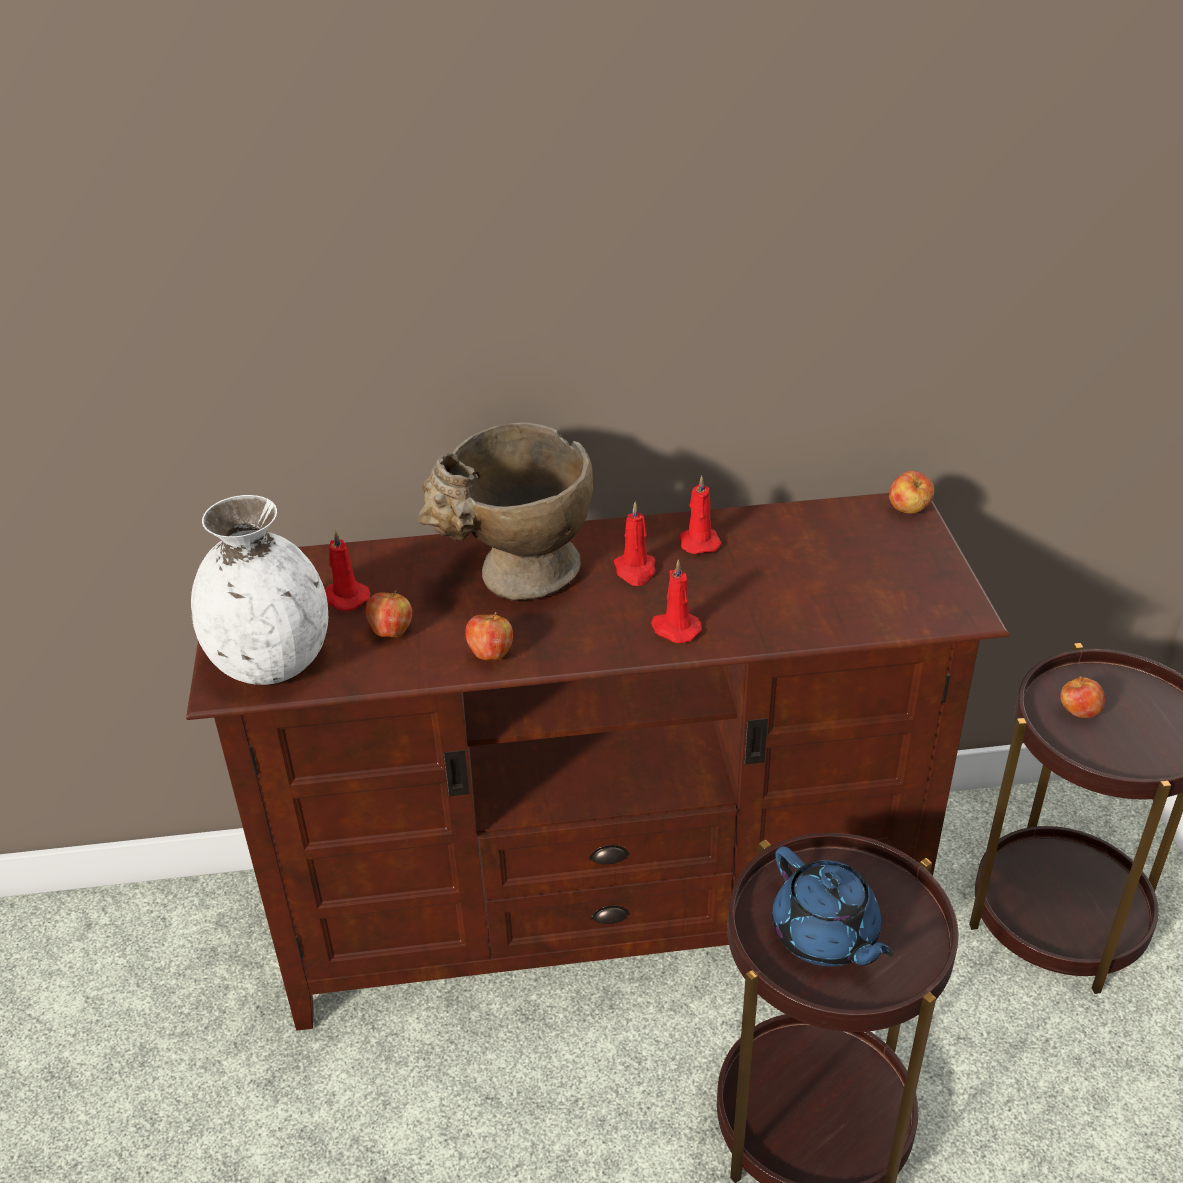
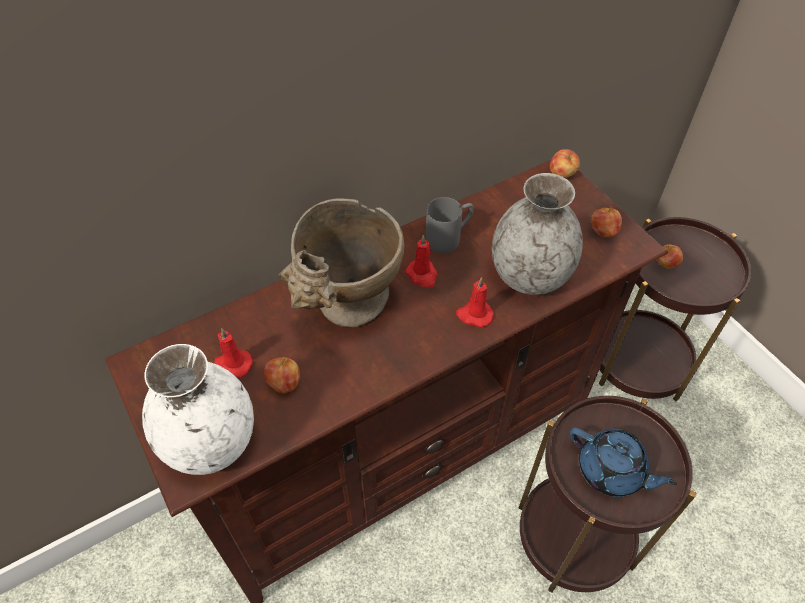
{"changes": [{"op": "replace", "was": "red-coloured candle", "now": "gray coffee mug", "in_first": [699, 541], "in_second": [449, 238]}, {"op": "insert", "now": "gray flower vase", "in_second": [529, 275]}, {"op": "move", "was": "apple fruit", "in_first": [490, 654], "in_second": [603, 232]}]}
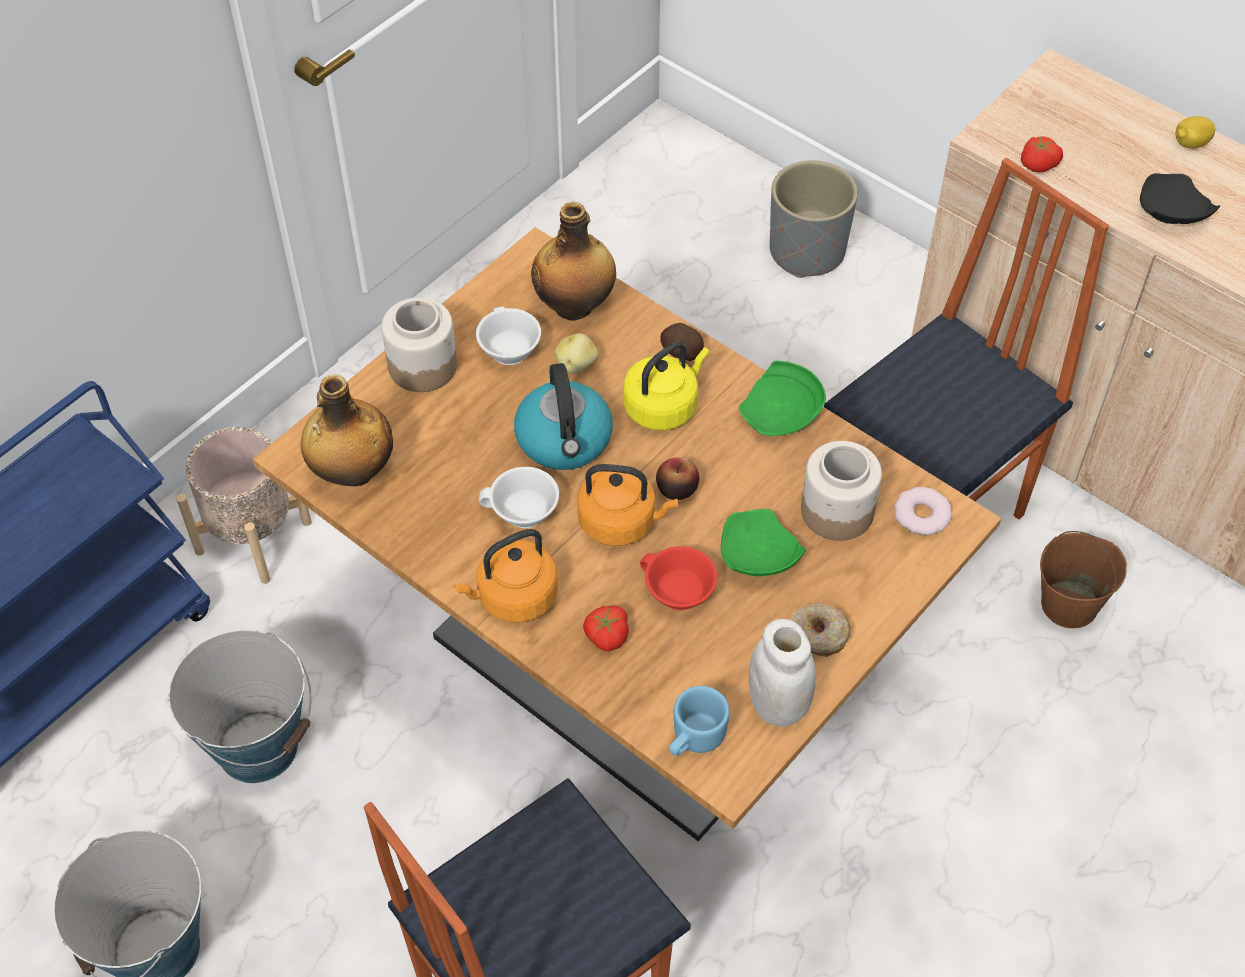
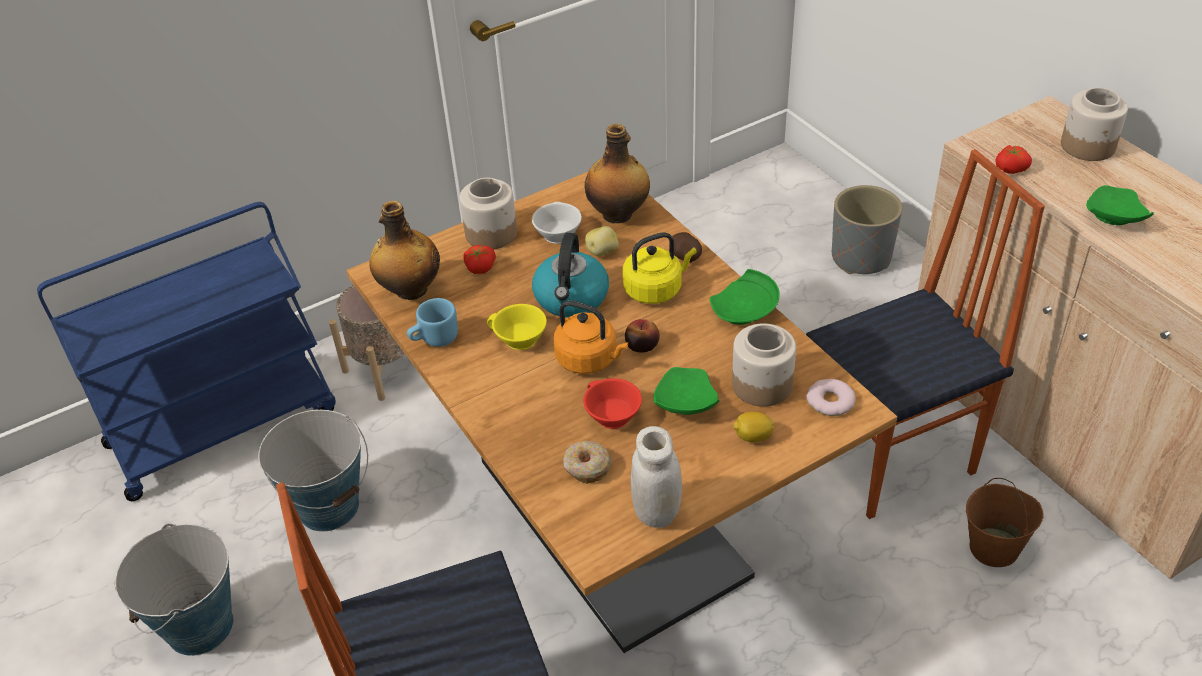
{"changes": [{"op": "move", "was": "blue-coloured coffee mug", "in_first": [693, 739], "in_second": [434, 339]}, {"op": "move", "was": "tomato", "in_first": [606, 635], "in_second": [479, 267]}, {"op": "recolor", "was": "whitish cup", "now": "yellow cup", "in_first": [522, 514], "in_second": [518, 340]}, {"op": "move", "was": "ring doughnut", "in_first": [818, 635], "in_second": [587, 467]}, {"op": "move", "was": "citrus fruit", "in_first": [1190, 144], "in_second": [752, 437]}, {"op": "insert", "now": "preserve jar", "in_second": [1088, 146]}, {"op": "recolor", "was": "black flat dish", "now": "green-coloured flat dish", "in_first": [1170, 213], "in_second": [1113, 217]}, {"op": "delete", "was": "orange tea kettle", "in_first": [513, 598]}]}
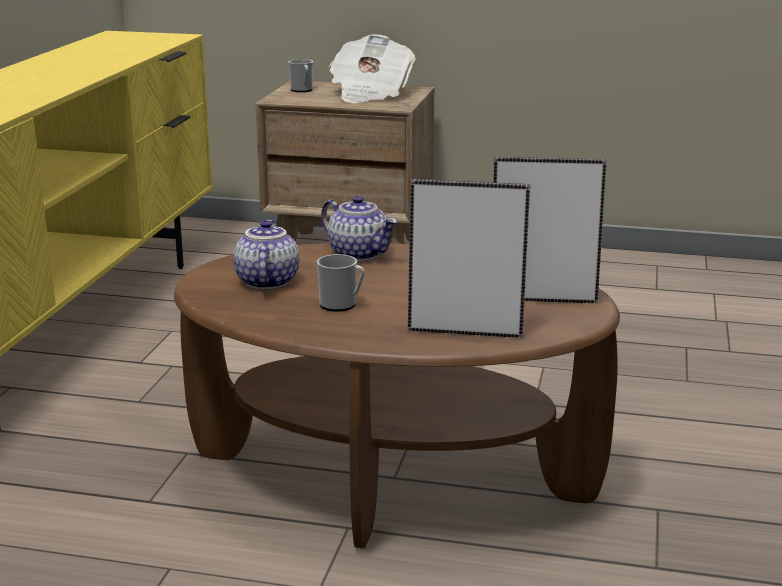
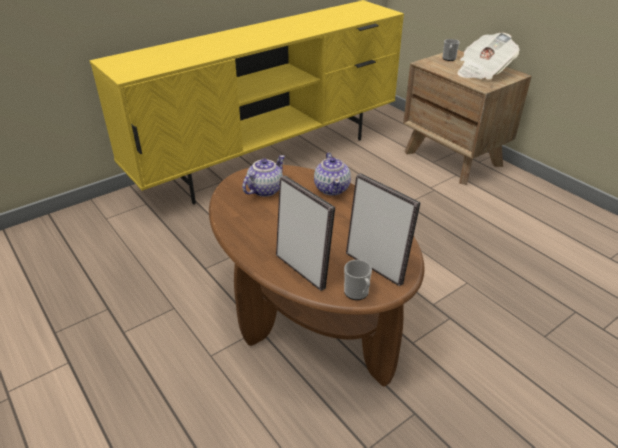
{"changes": [{"op": "move", "was": "coffee mug", "in_first": [342, 305], "in_second": [358, 293]}]}
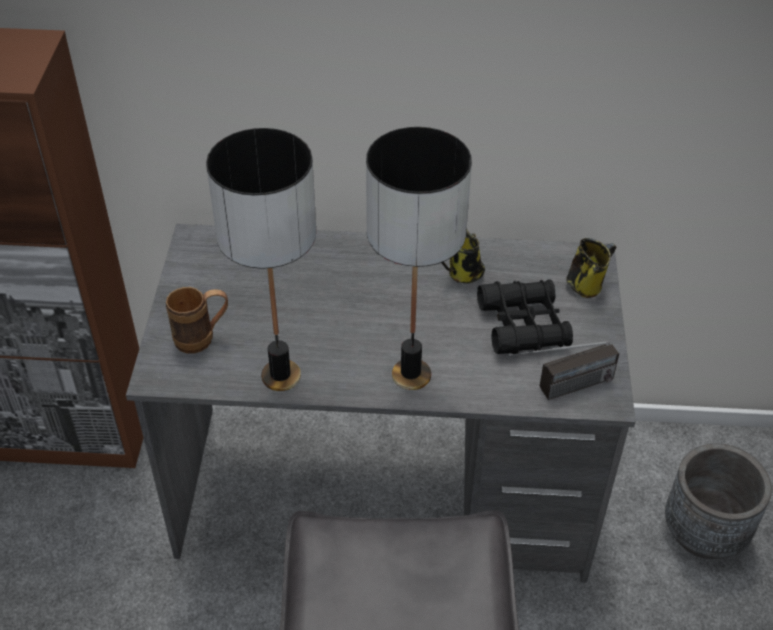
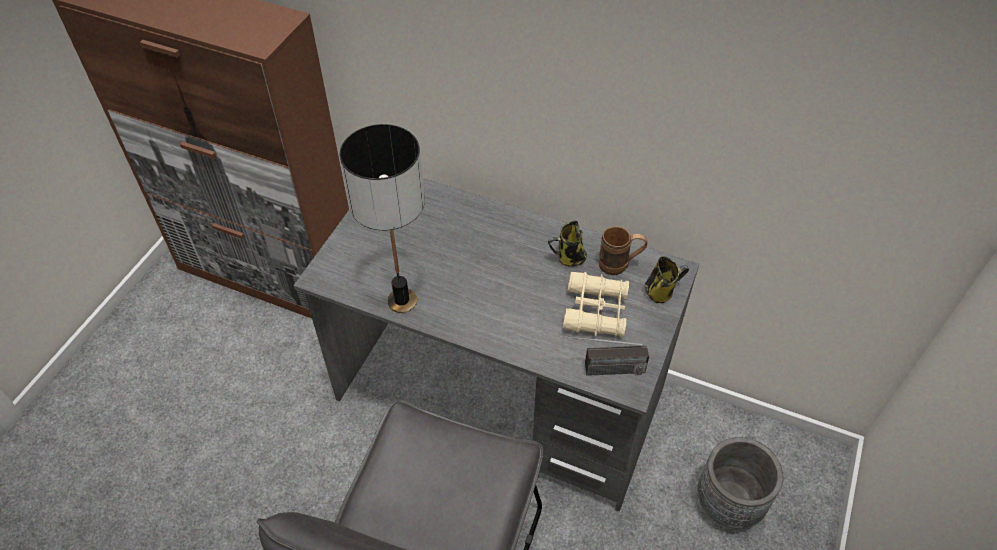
{"changes": [{"op": "recolor", "was": "black field glasses", "now": "beige-coloured field glasses", "in_first": [523, 325], "in_second": [596, 311]}, {"op": "move", "was": "brownish coffee mug", "in_first": [203, 338], "in_second": [619, 265]}, {"op": "delete", "was": "tabletop lamp", "in_first": [411, 374]}]}
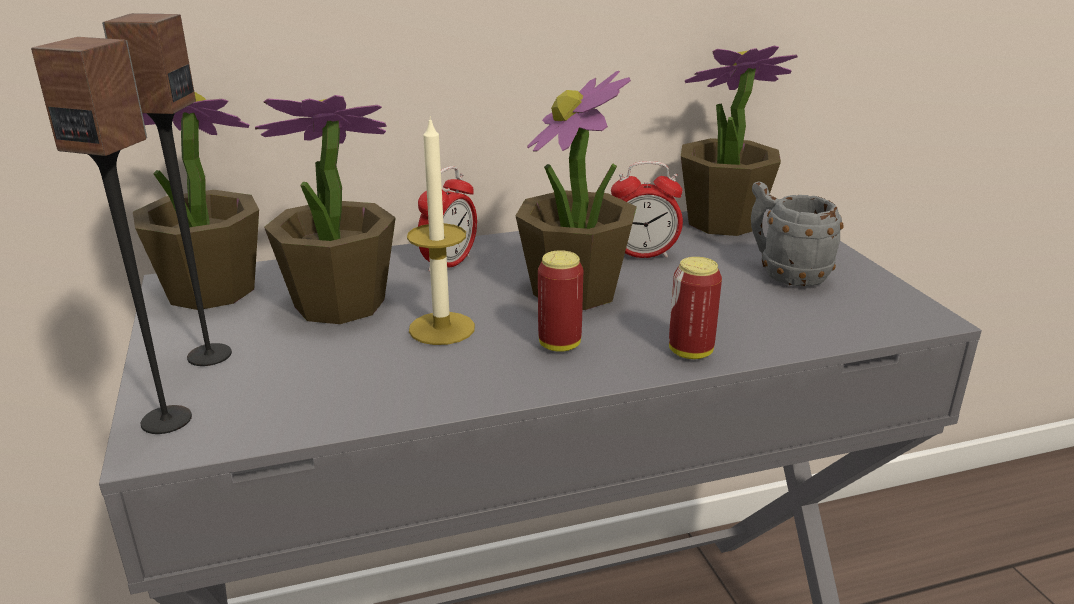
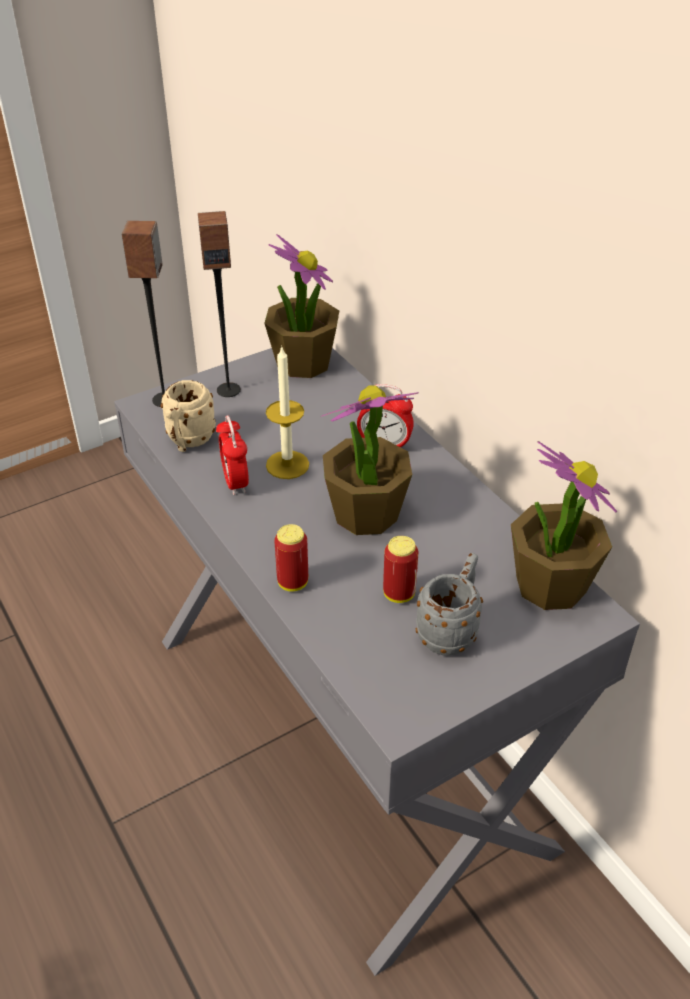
{"changes": [{"op": "insert", "now": "beige-coloured coffee mug", "in_second": [188, 441]}, {"op": "move", "was": "bedside clock", "in_first": [642, 255], "in_second": [235, 482]}, {"op": "move", "was": "can", "in_first": [559, 344], "in_second": [399, 594]}, {"op": "delete", "was": "potted plant", "in_first": [339, 304]}]}
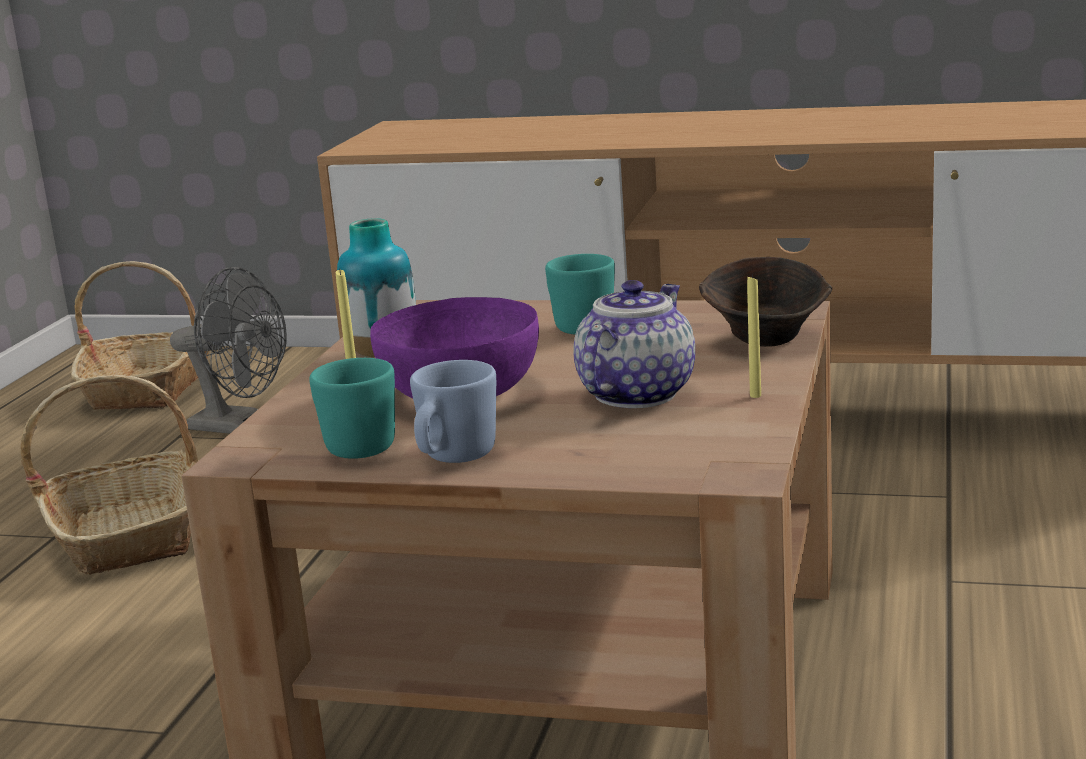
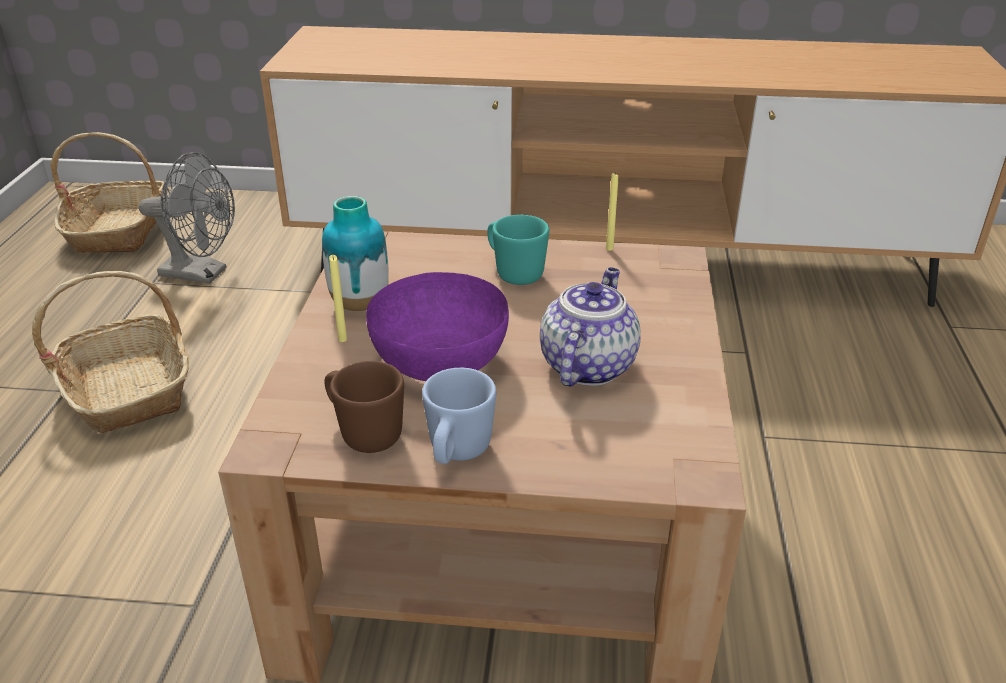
{"changes": [{"op": "recolor", "was": "blue-green coffee mug", "now": "brownish coffee mug", "in_first": [352, 446], "in_second": [364, 432]}, {"op": "move", "was": "yellow candle", "in_first": [755, 396], "in_second": [609, 248]}, {"op": "delete", "was": "brownish serving bowl", "in_first": [768, 340]}]}
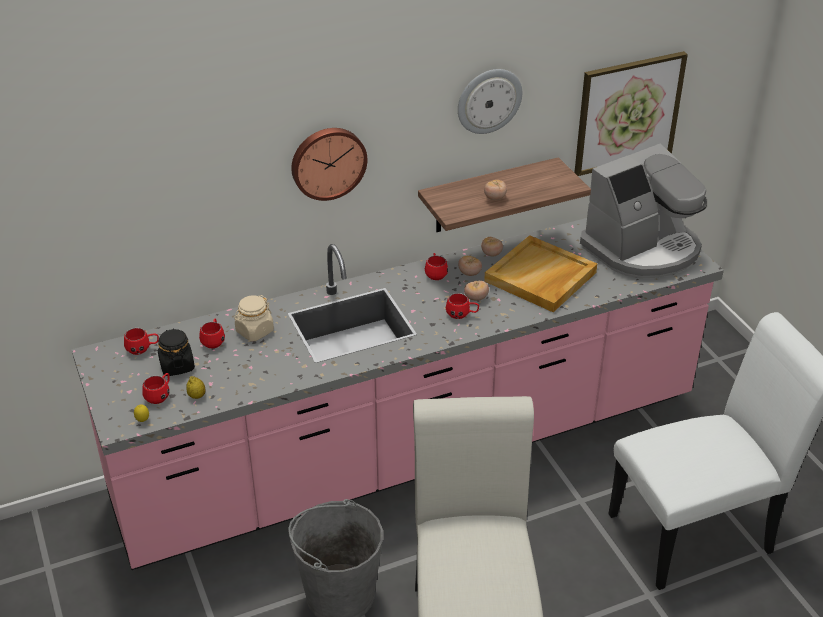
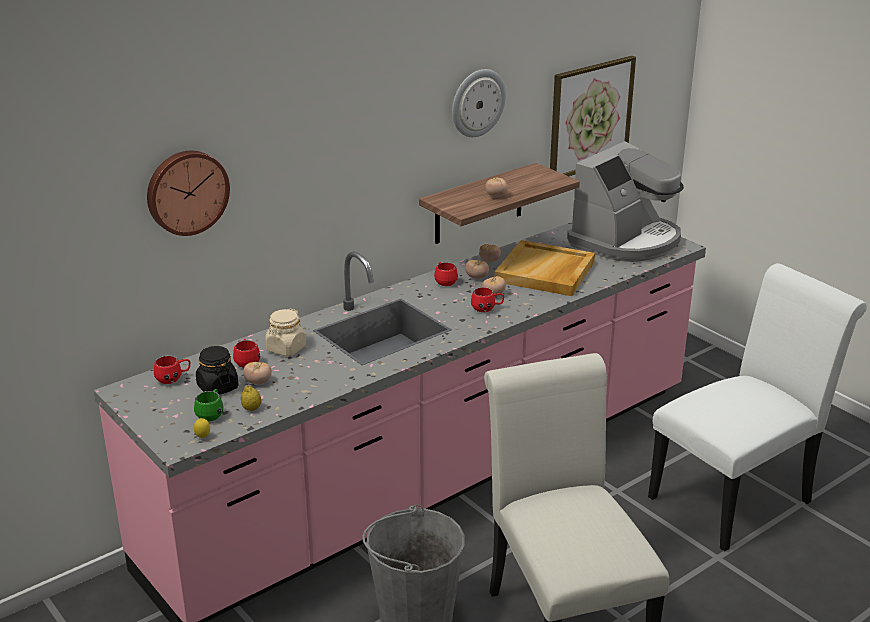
{"changes": [{"op": "move", "was": "wall clock", "in_first": [328, 162], "in_second": [186, 191]}, {"op": "recolor", "was": "red-coloured coffee mug", "now": "green-coloured coffee mug", "in_first": [160, 396], "in_second": [211, 414]}, {"op": "insert", "now": "tomato", "in_second": [258, 382]}]}
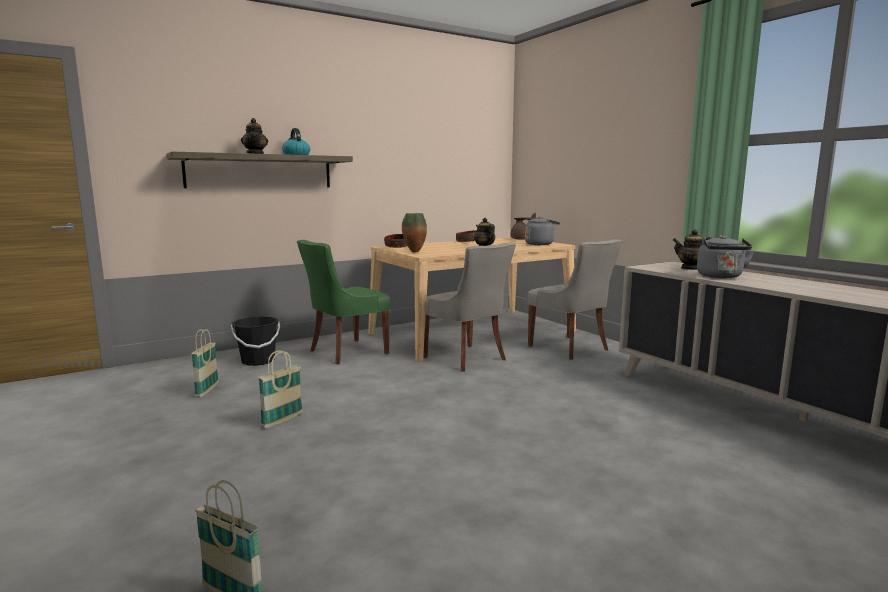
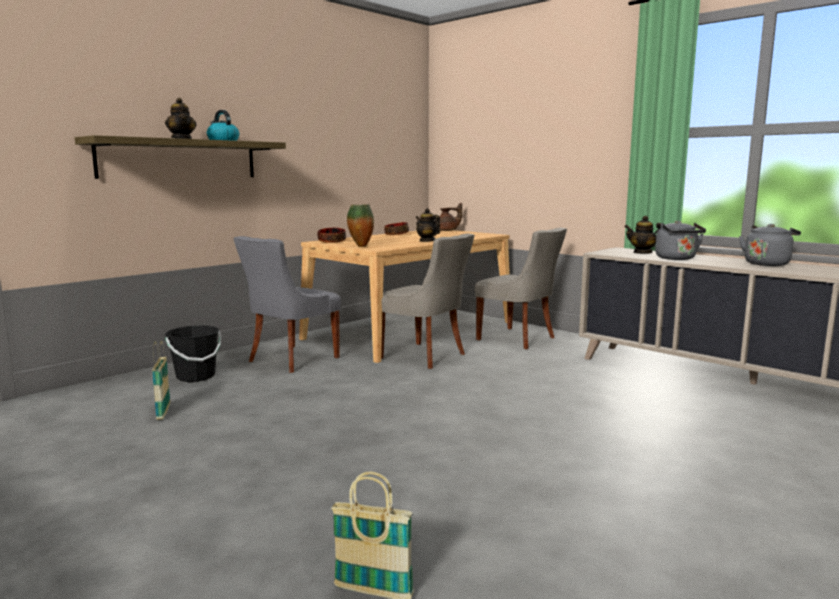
{"changes": [{"op": "recolor", "was": "green-coloured plain chair", "now": "gray plain chair", "in_first": [346, 352], "in_second": [291, 359]}, {"op": "move", "was": "gray tea kettle", "in_first": [540, 244], "in_second": [767, 264]}, {"op": "delete", "was": "storage basket", "in_first": [282, 420]}]}
